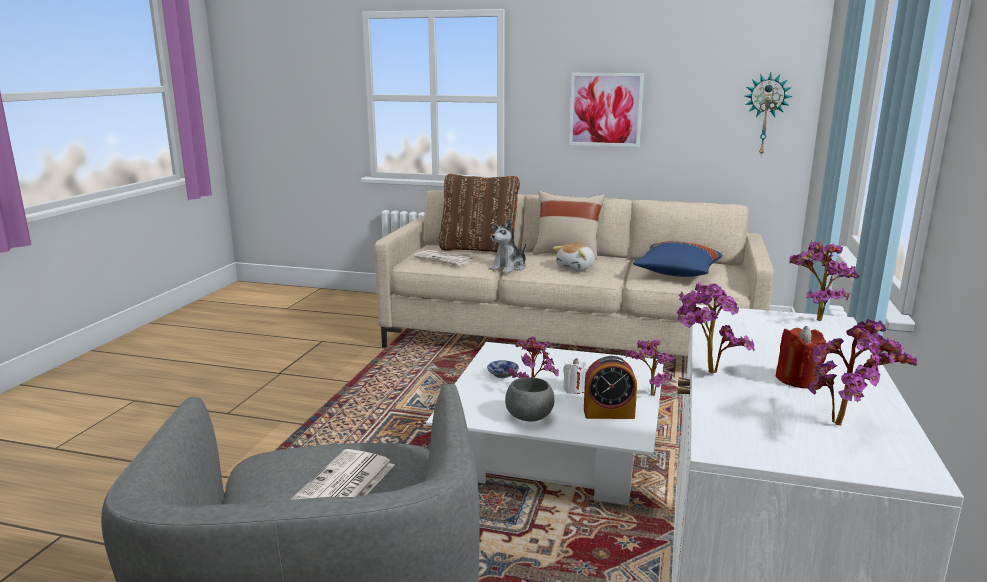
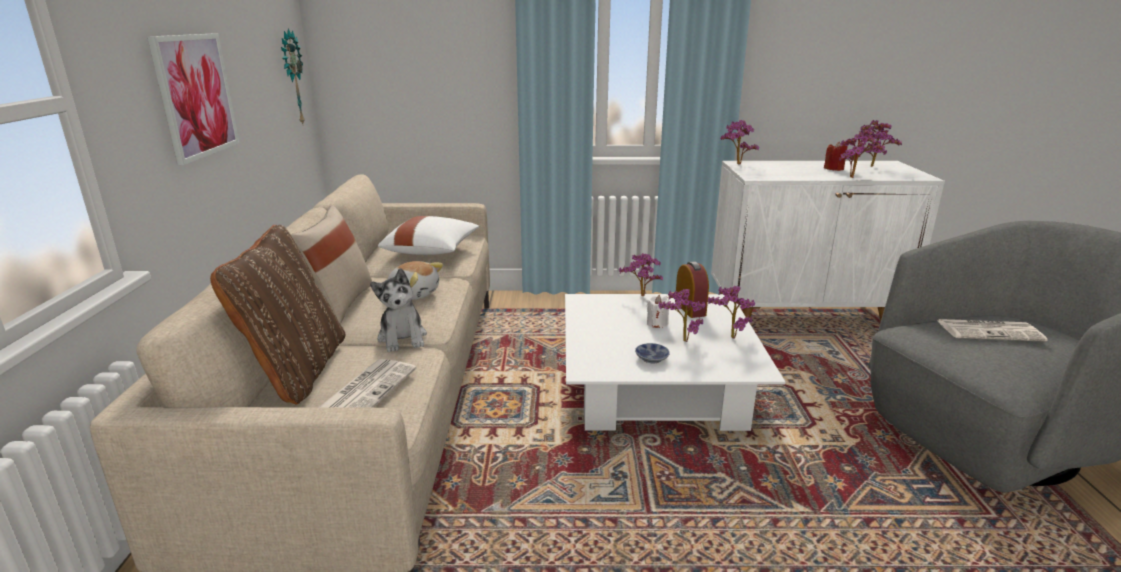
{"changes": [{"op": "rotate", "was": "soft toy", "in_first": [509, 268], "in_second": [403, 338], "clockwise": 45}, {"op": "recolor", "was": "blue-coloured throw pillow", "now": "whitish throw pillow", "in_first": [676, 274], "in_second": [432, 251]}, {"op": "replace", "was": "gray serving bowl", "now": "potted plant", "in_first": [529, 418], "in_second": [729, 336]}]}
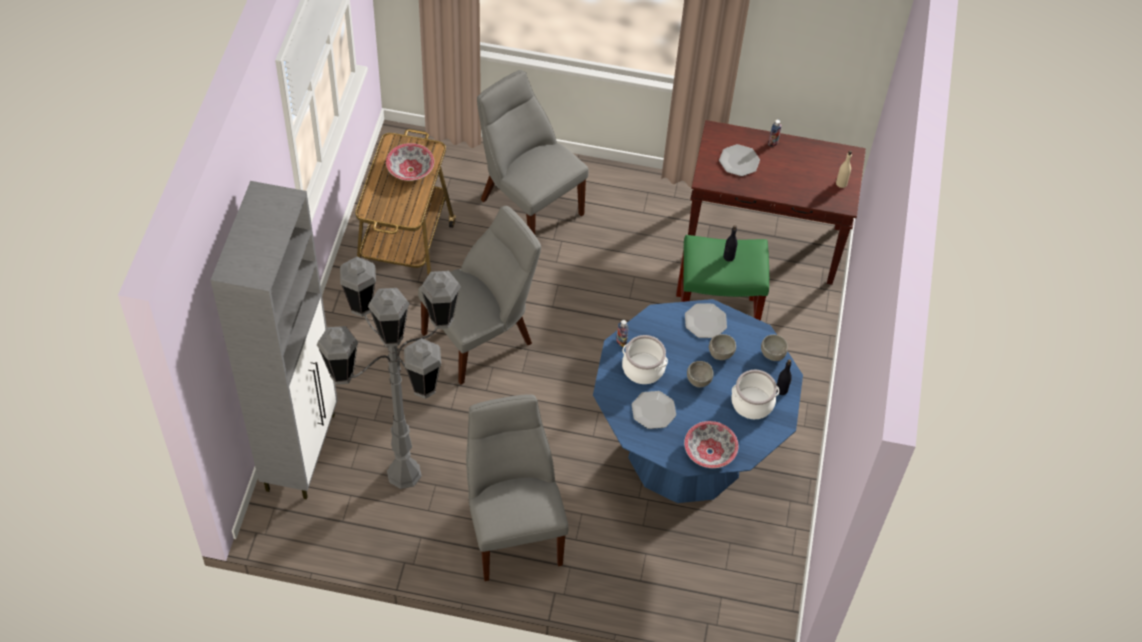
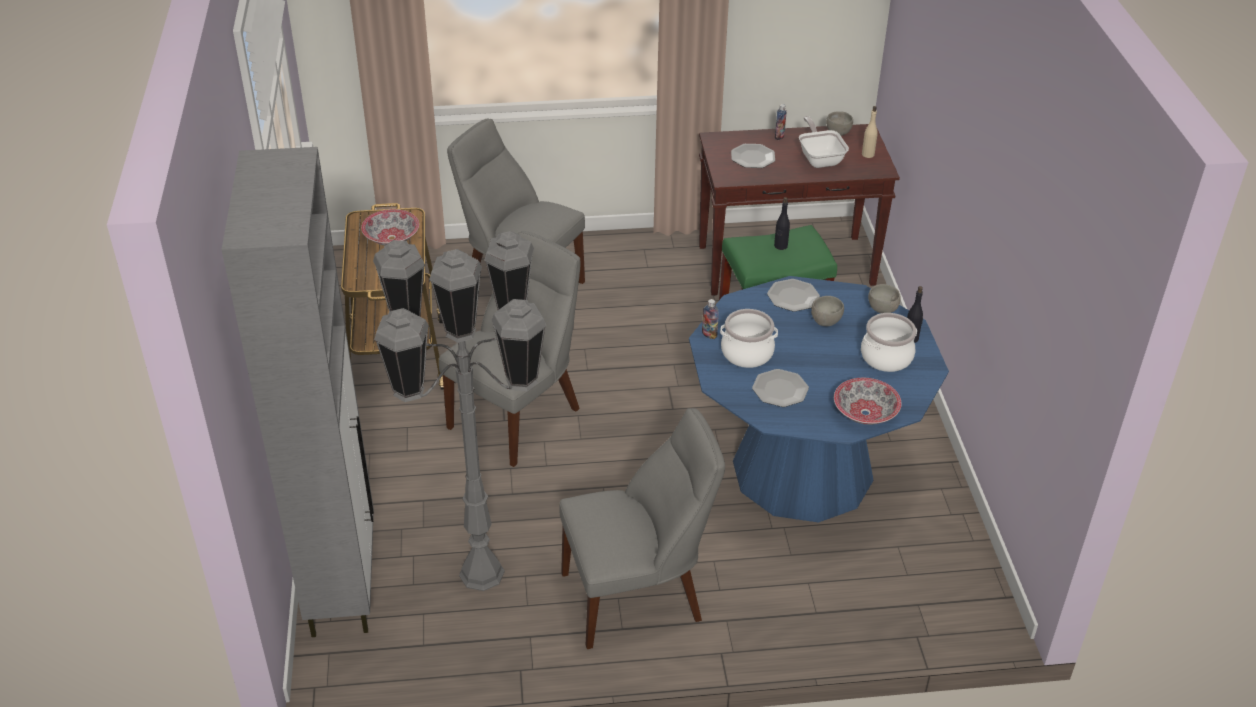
{"changes": [{"op": "rotate", "was": "gray plain chair", "in_first": [512, 527], "in_second": [638, 596], "clockwise": 105}, {"op": "insert", "now": "skillet", "in_second": [820, 158]}, {"op": "move", "was": "gray serving bowl", "in_first": [699, 380], "in_second": [838, 132]}]}
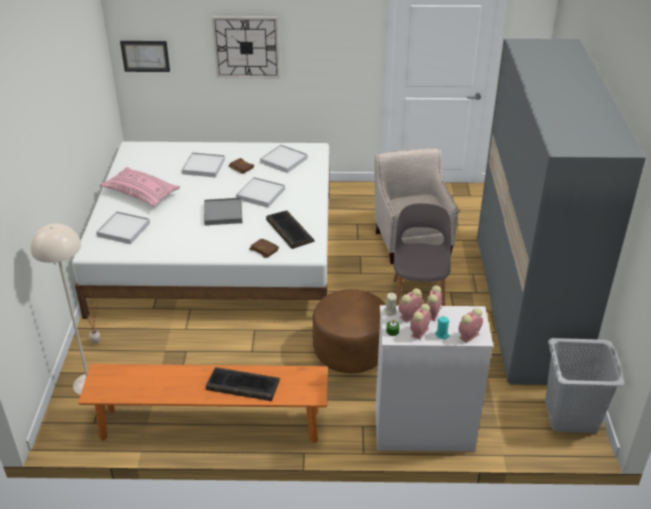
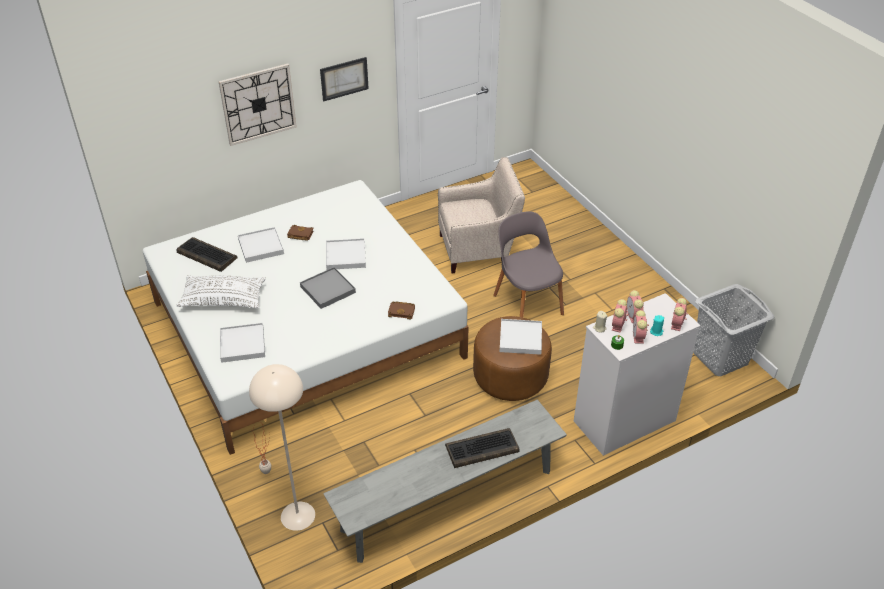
{"changes": [{"op": "move", "was": "PC keyboard", "in_first": [289, 230], "in_second": [206, 255]}, {"op": "recolor", "was": "pink throw pillow", "now": "whitish throw pillow", "in_first": [141, 194], "in_second": [223, 299]}, {"op": "move", "was": "wall picture", "in_first": [145, 56], "in_second": [344, 78]}, {"op": "recolor", "was": "orange bench", "now": "gray bench", "in_first": [210, 425], "in_second": [448, 500]}, {"op": "rotate", "was": "beige-coloured armchair", "in_first": [412, 240], "in_second": [478, 250], "clockwise": 120}, {"op": "move", "was": "whitish tray", "in_first": [284, 160], "in_second": [520, 338]}, {"op": "delete", "was": "gray armoire", "in_first": [525, 307]}]}
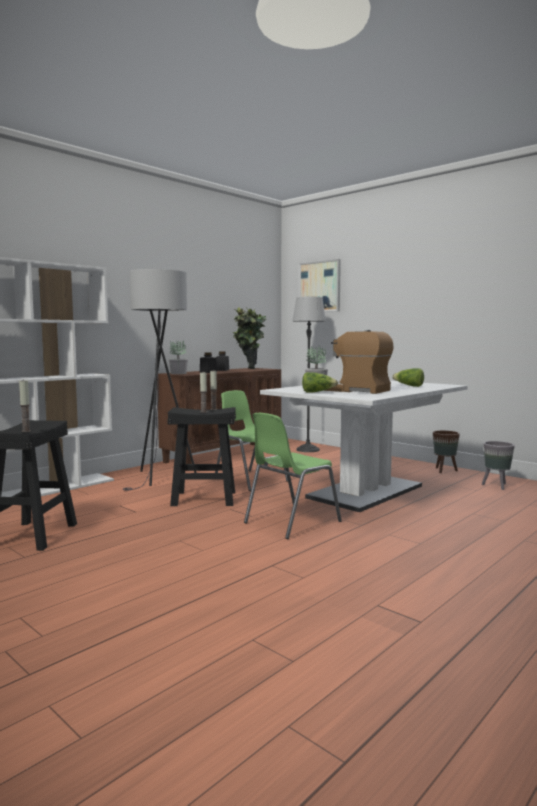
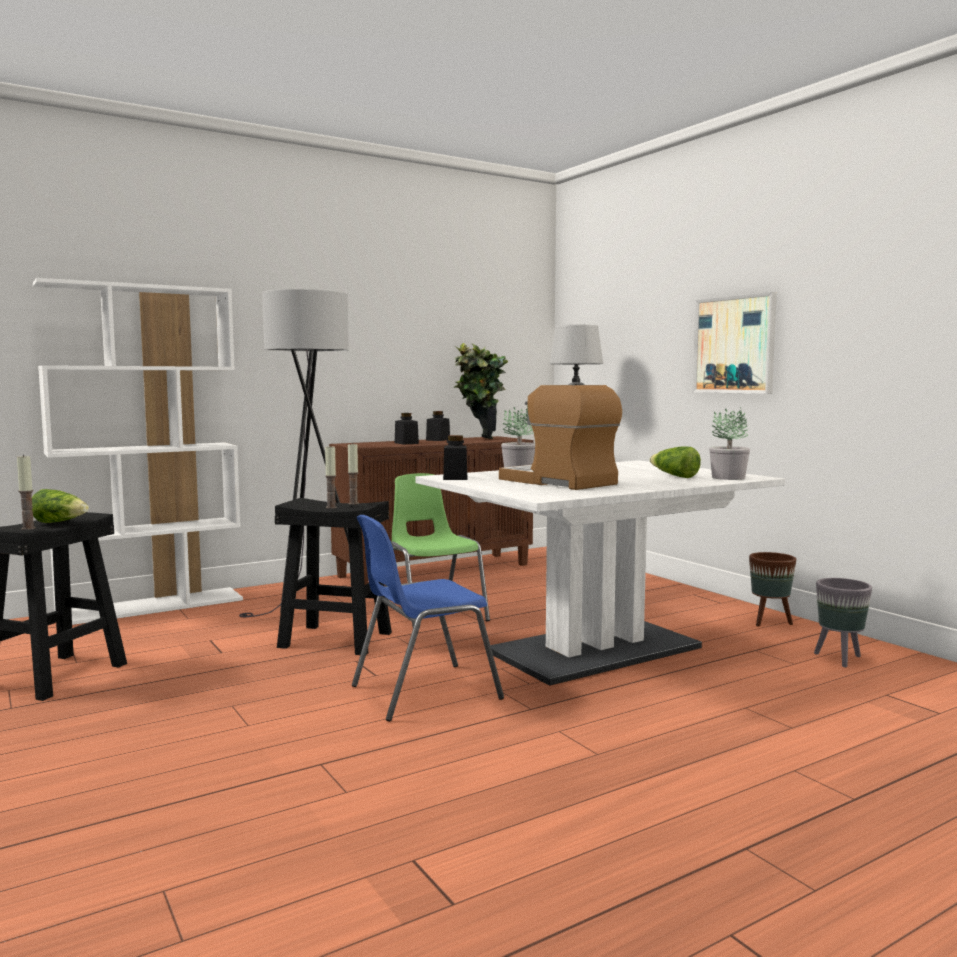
{"changes": [{"op": "move", "was": "lettuce", "in_first": [317, 392], "in_second": [60, 522]}, {"op": "recolor", "was": "green-coloured plain chair", "now": "blue-coloured plain chair", "in_first": [290, 522], "in_second": [422, 692]}, {"op": "insert", "now": "black preserve jar", "in_second": [455, 478]}, {"op": "move", "was": "wall picture", "in_first": [319, 286], "in_second": [734, 345]}, {"op": "move", "was": "potted plant", "in_first": [178, 373], "in_second": [728, 477]}]}
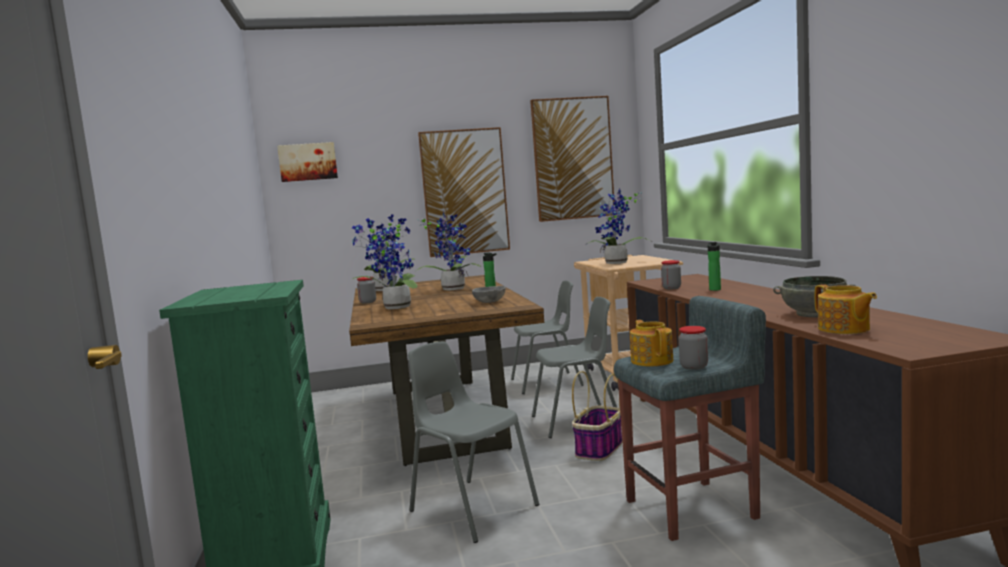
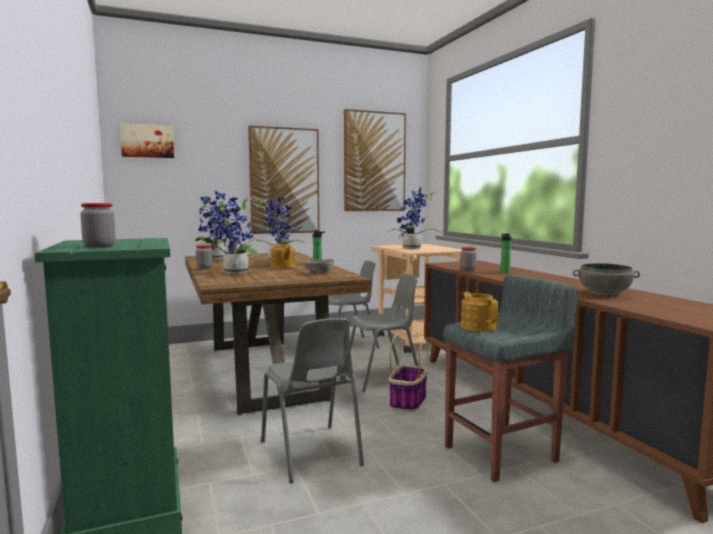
{"changes": [{"op": "move", "was": "preserve jar", "in_first": [694, 366], "in_second": [99, 246]}, {"op": "rotate", "was": "gray plain chair", "in_first": [472, 508], "in_second": [311, 453], "clockwise": -150}, {"op": "move", "was": "teapot", "in_first": [844, 329], "in_second": [283, 266]}]}
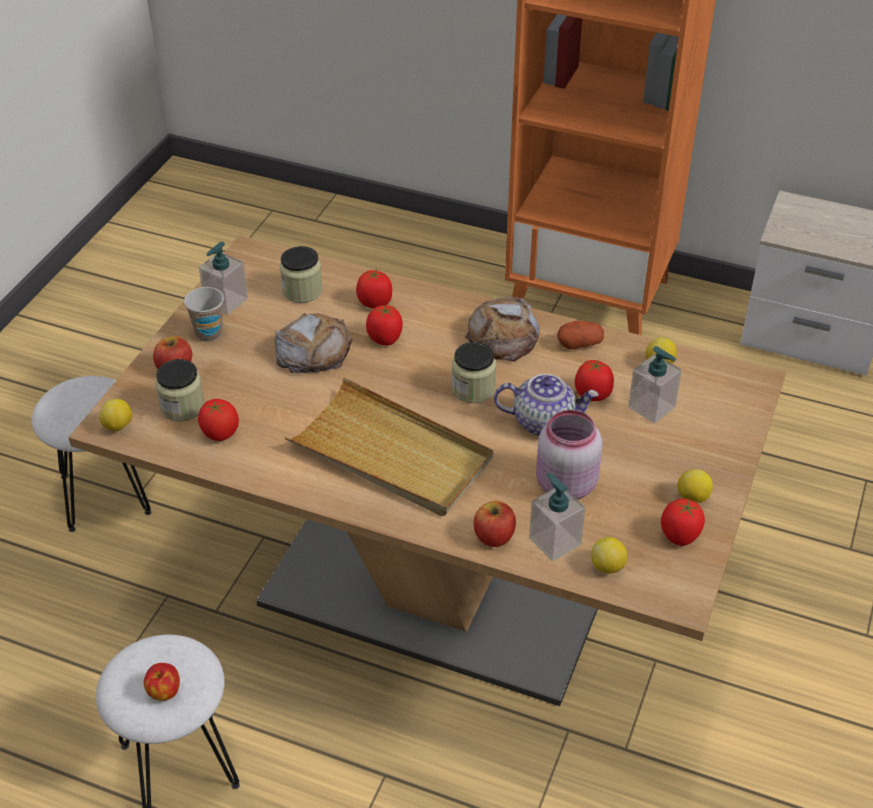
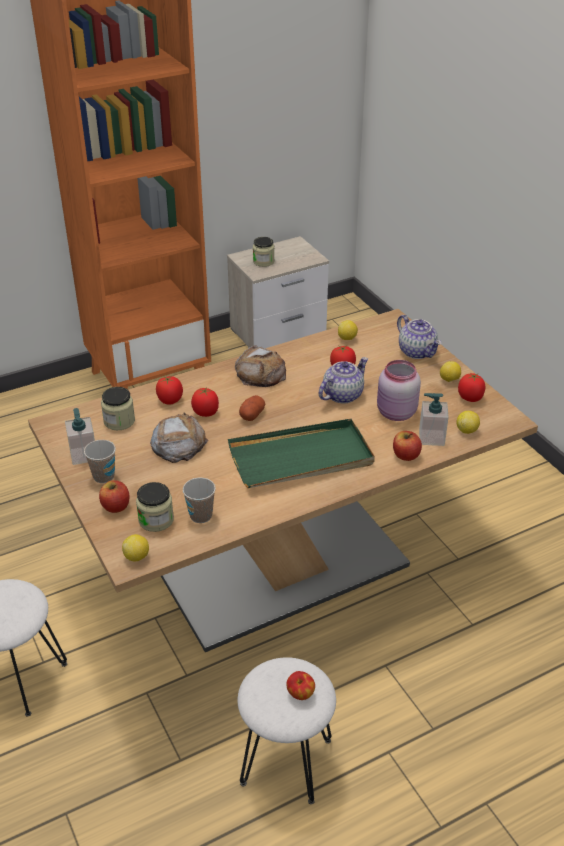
{"changes": [{"op": "replace", "was": "tomato", "now": "cup", "in_first": [220, 433], "in_second": [201, 515]}, {"op": "recolor", "was": "beige-coloured tray", "now": "green-coloured tray", "in_first": [391, 453], "in_second": [301, 458]}, {"op": "move", "was": "potato", "in_first": [580, 344], "in_second": [252, 414]}, {"op": "move", "was": "preserve jar", "in_first": [473, 389], "in_second": [263, 261]}, {"op": "insert", "now": "teapot", "in_second": [417, 352]}, {"op": "delete", "was": "soap bottle", "in_first": [652, 407]}]}
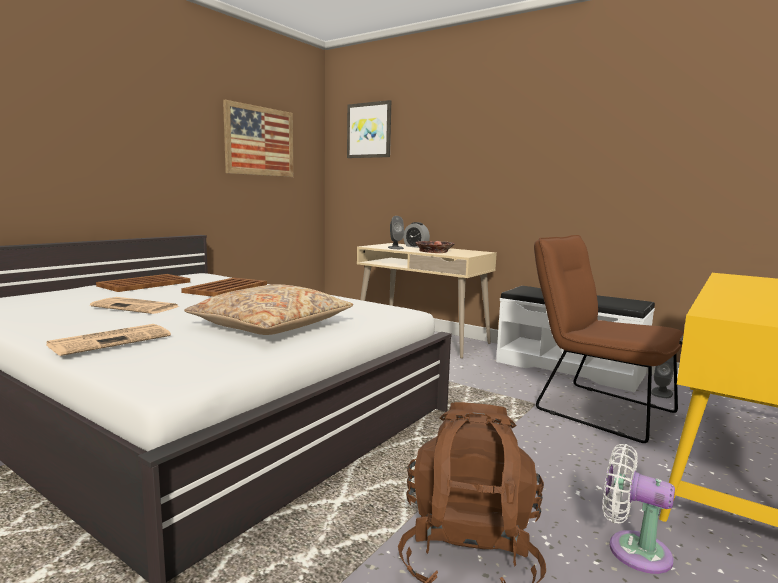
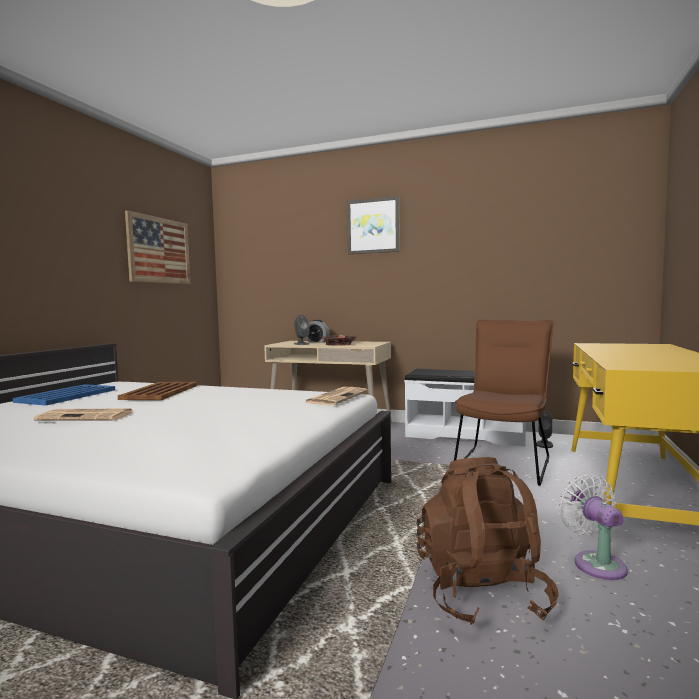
{"changes": [{"op": "recolor", "was": "brownish tray", "now": "blue-coloured tray", "in_first": [145, 284], "in_second": [68, 395]}, {"op": "move", "was": "newspaper", "in_first": [111, 340], "in_second": [337, 397]}, {"op": "move", "was": "wall picture", "in_first": [369, 130], "in_second": [373, 226]}, {"op": "rotate", "was": "brownish plain chair", "in_first": [595, 408], "in_second": [504, 462], "clockwise": 90}, {"op": "rotate", "was": "whitish fan", "in_first": [632, 549], "in_second": [596, 563], "clockwise": 60}, {"op": "delete", "was": "beige-coloured throw pillow", "in_first": [271, 326]}]}
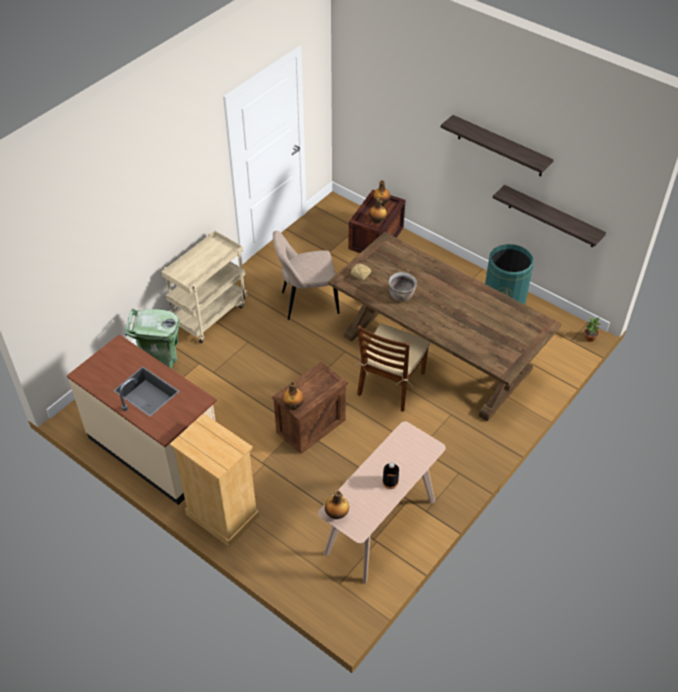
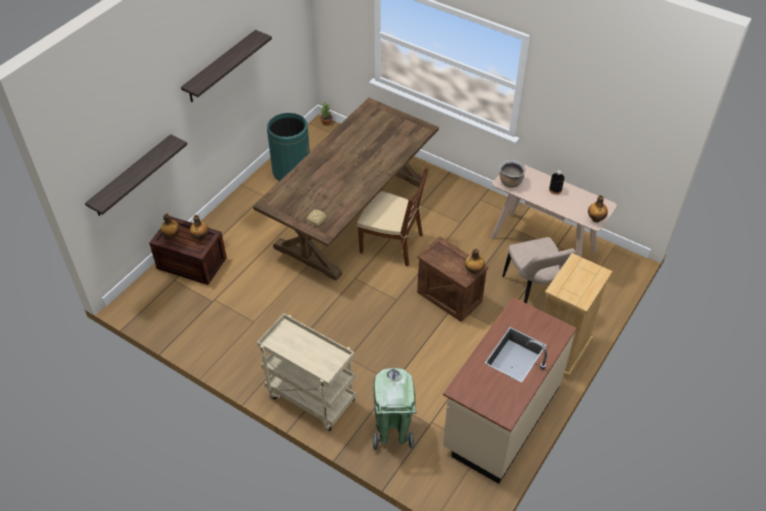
{"changes": [{"op": "move", "was": "bracket shelf", "in_first": [552, 217], "in_second": [131, 176]}, {"op": "move", "was": "brownish saucepot", "in_first": [401, 296], "in_second": [510, 182]}, {"op": "move", "was": "beige-coloured plain chair", "in_first": [307, 303], "in_second": [532, 294]}]}
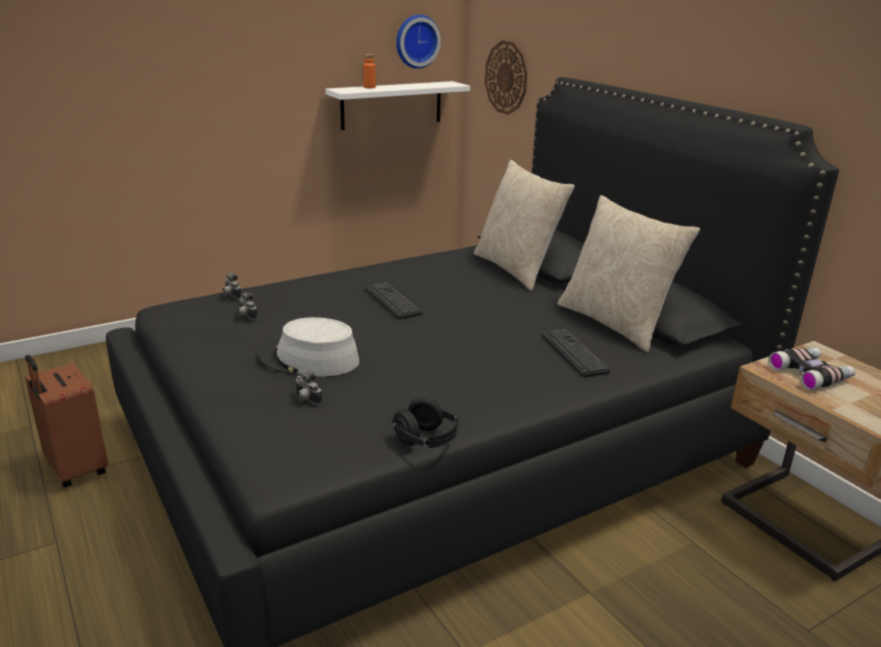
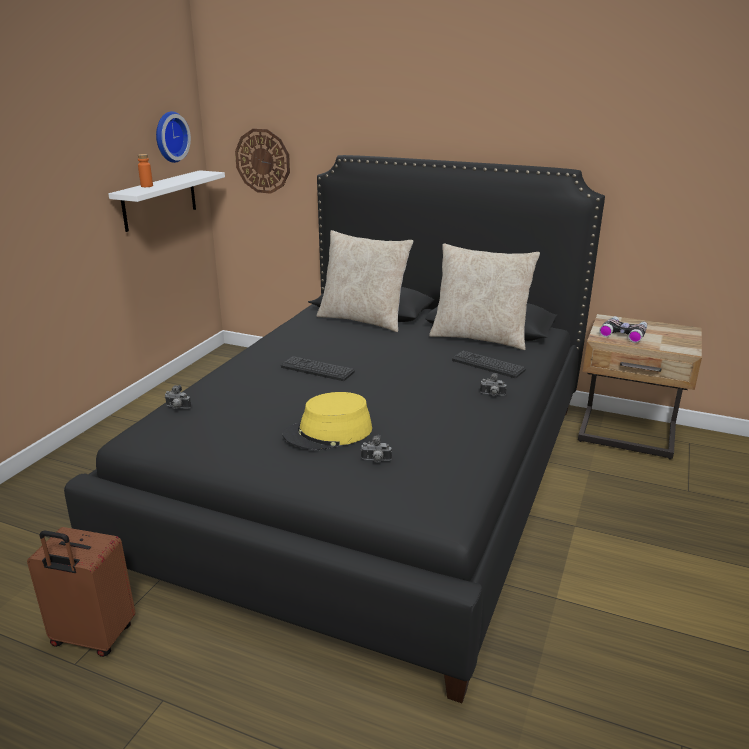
{"changes": [{"op": "recolor", "was": "gray clothing hat", "now": "yellow clothing hat", "in_first": [308, 359], "in_second": [328, 433]}, {"op": "move", "was": "still camera", "in_first": [246, 316], "in_second": [492, 395]}, {"op": "delete", "was": "black headset", "in_first": [426, 441]}]}
